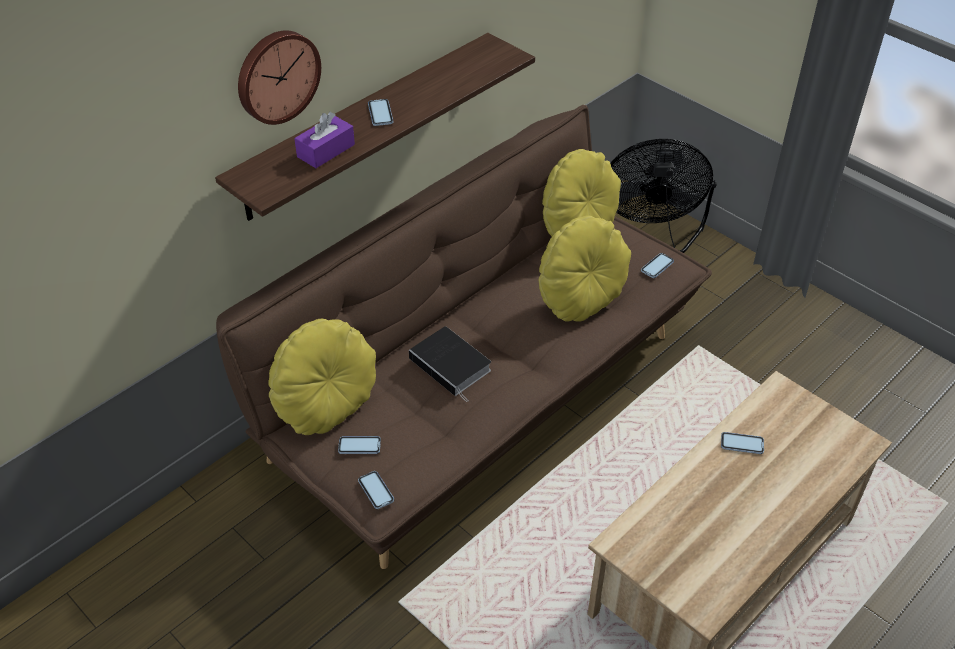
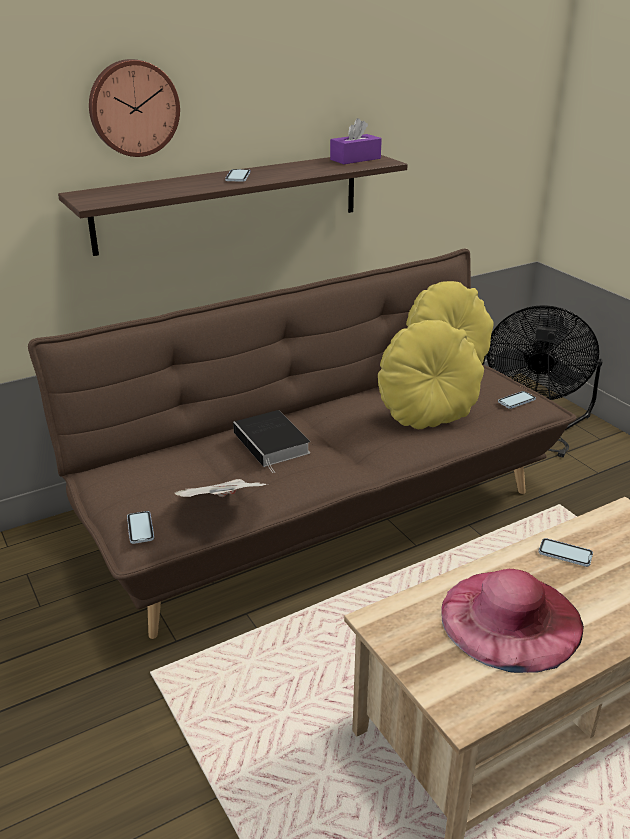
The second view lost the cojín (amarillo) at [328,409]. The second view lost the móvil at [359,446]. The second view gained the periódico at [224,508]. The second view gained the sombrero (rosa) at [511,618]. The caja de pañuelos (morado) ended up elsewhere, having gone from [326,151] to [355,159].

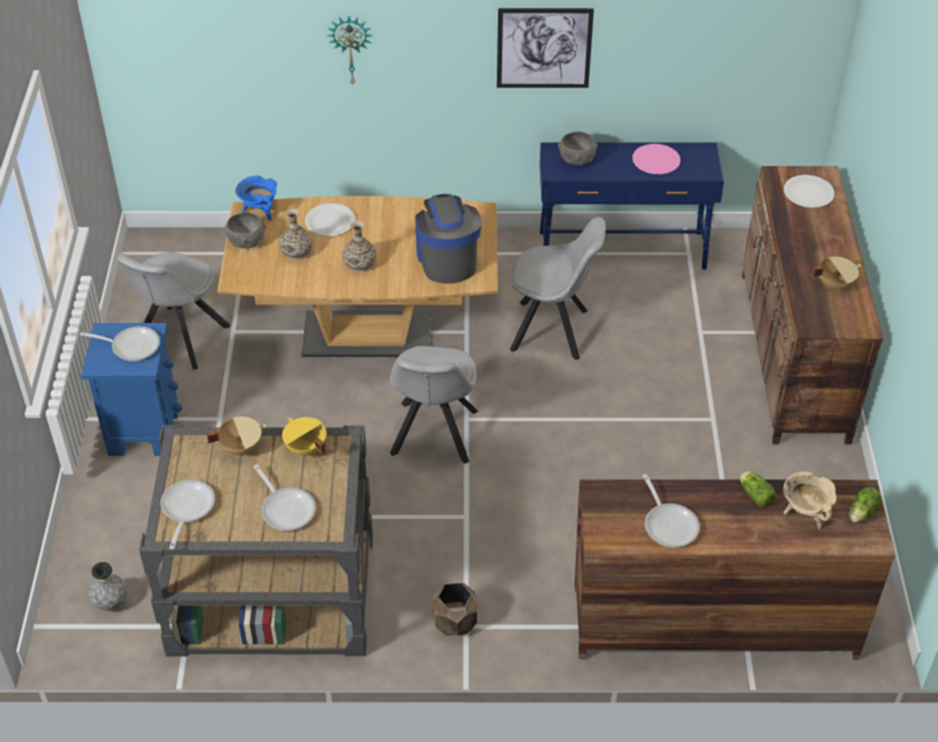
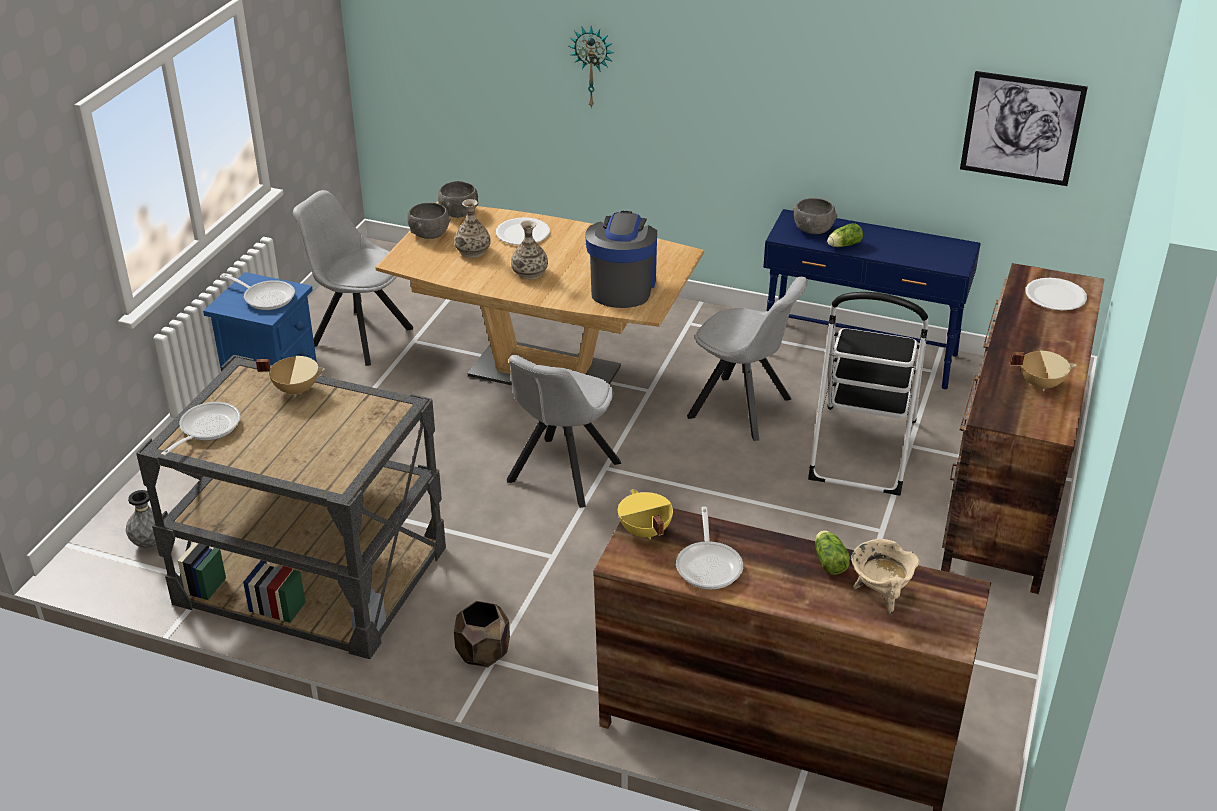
The second view lost the sartén at [286,508]. The second view lost the plato (rosa) at [656,161]. The second view gained the escalera de tijera at [861,452]. The olla (amarillo) ended up elsewhere, having gone from [305,449] to [644,531]. The cuadro ended up elsewhere, having gone from [544,48] to [1022,128]. The lechuga ended up elsewhere, having gone from [861,513] to [843,245]. Where the olla (azul) stood at [259,211], the cuenco (gris) came to stand at [459,212]. The silla (gris) at [180,339] ended up facing another way, 75 degrees clockwise from before.

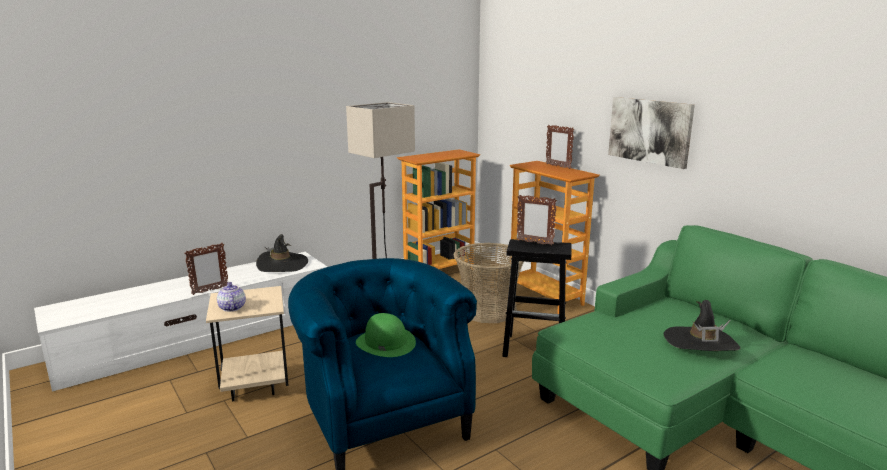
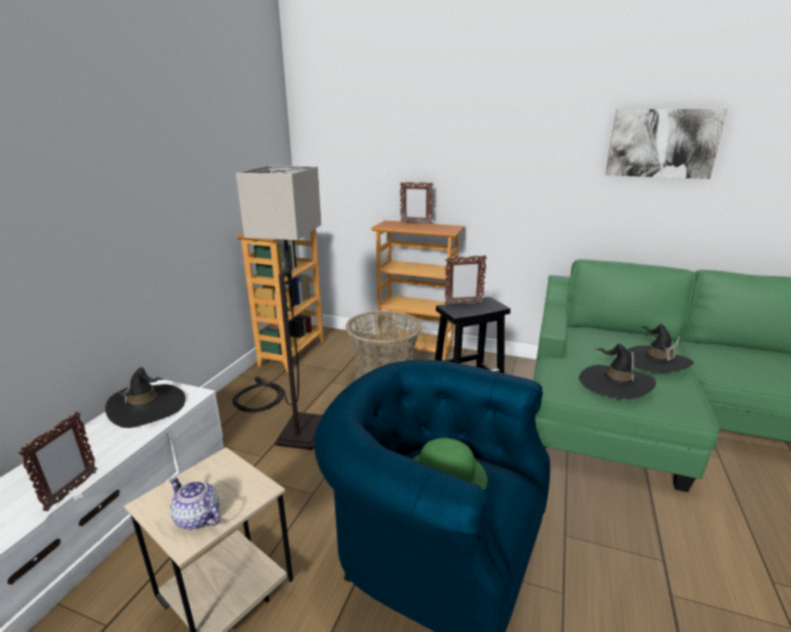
The second view gained the sombrero (negro) at [615,384]. The cuadro ended up elsewhere, having gone from [650,131] to [662,143].

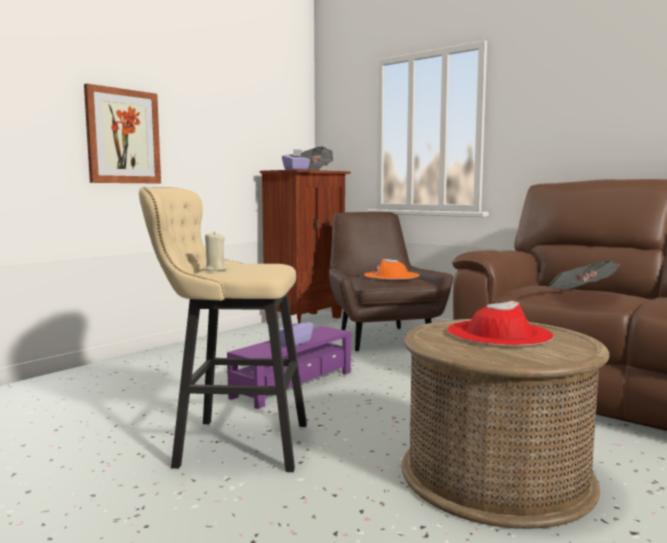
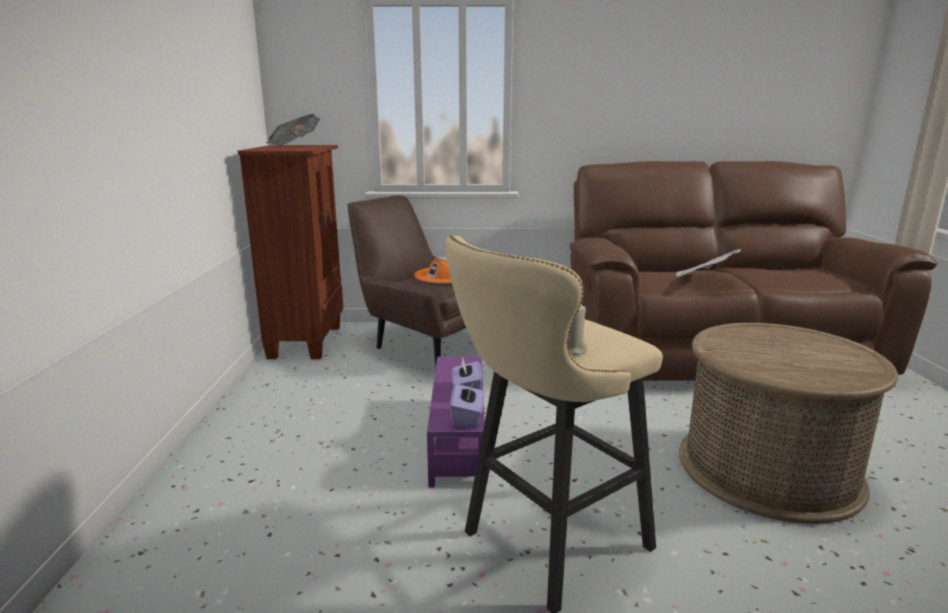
The second view lost the cuadro at [123,136]. The second view lost the sombrero (rojo) at [498,333]. The caja de pañuelos (morado) ended up elsewhere, having gone from [296,169] to [467,418].

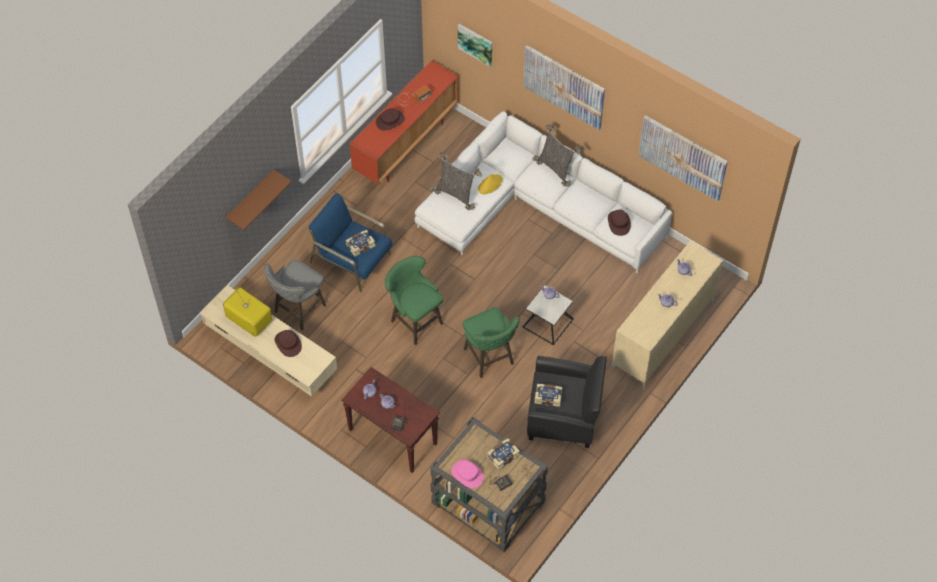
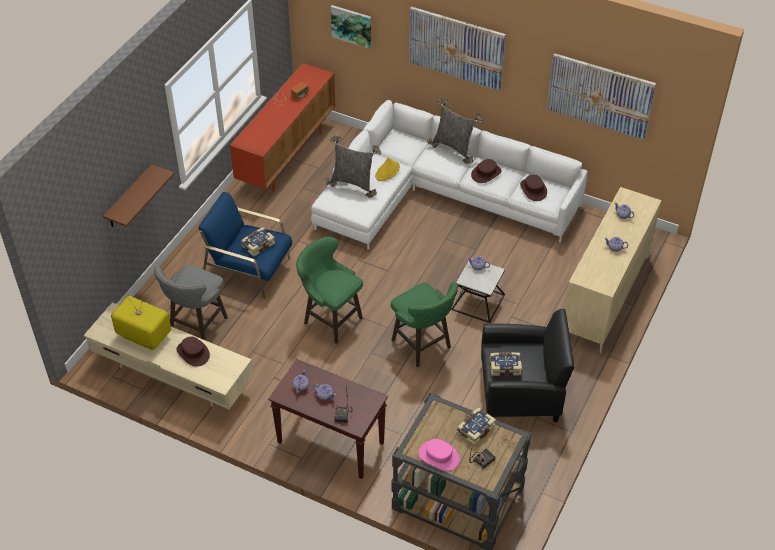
The sombrero (marrón) ended up elsewhere, having gone from [390,121] to [486,173].

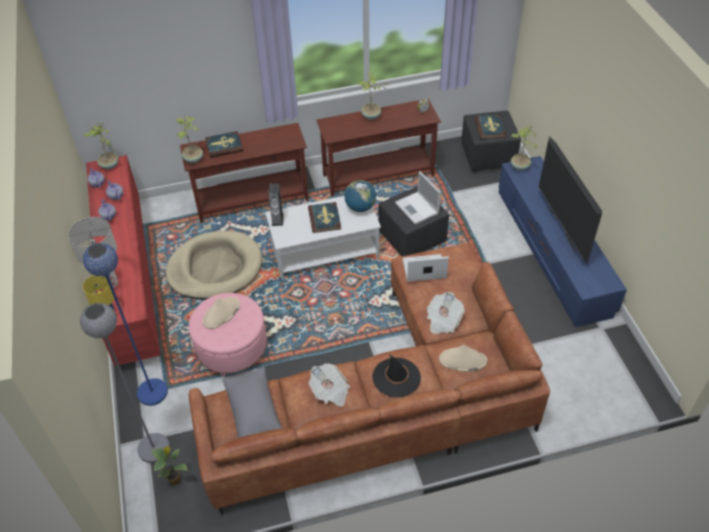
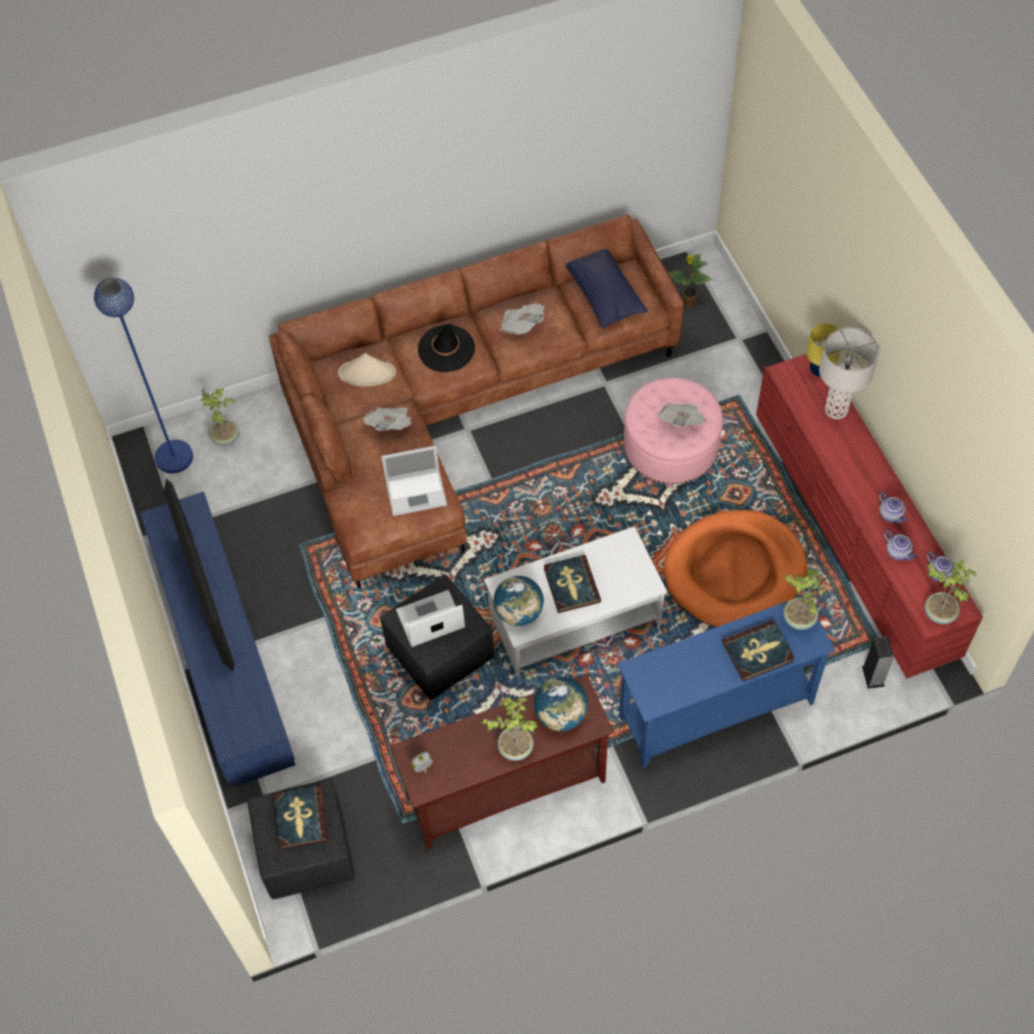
The second view lost the lámpara de pie (gris) at [153,448]. The second view gained the globo terráqueo at [561,715]. The lámpara de pie (azul) ended up elsewhere, having gone from [152,393] to [174,457]. The altavoz ended up elsewhere, having gone from [277,219] to [873,676]. The planta en maceta ended up elsewhere, having gone from [519,167] to [226,437]. Where the sombrero (beis) stood at [221,313], the periódico came to stand at [682,421]. What was the cama para perro (beis) at [215,268] turned into the cama para perro (naranja) at [734,572]. What was the mesa consola (marrón) at [252,200] turned into the mesa consola (azul) at [715,711]. What was the cojín (gris) at [254,412] turned into the cojín (azul) at [603,295]. The portátil at [417,208] ended up facing another way, 75 degrees counterclockwise from before.

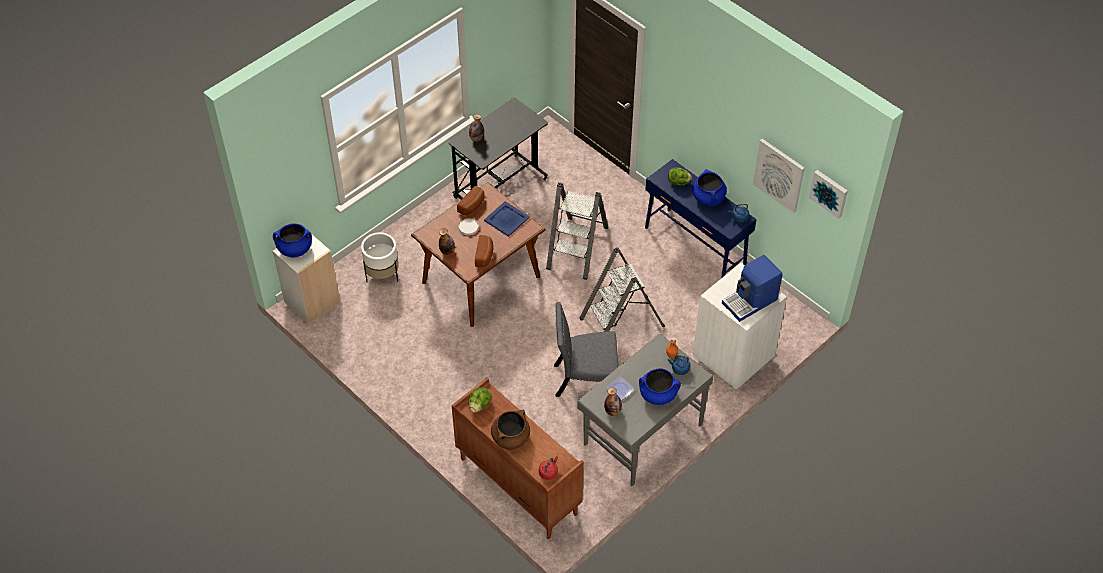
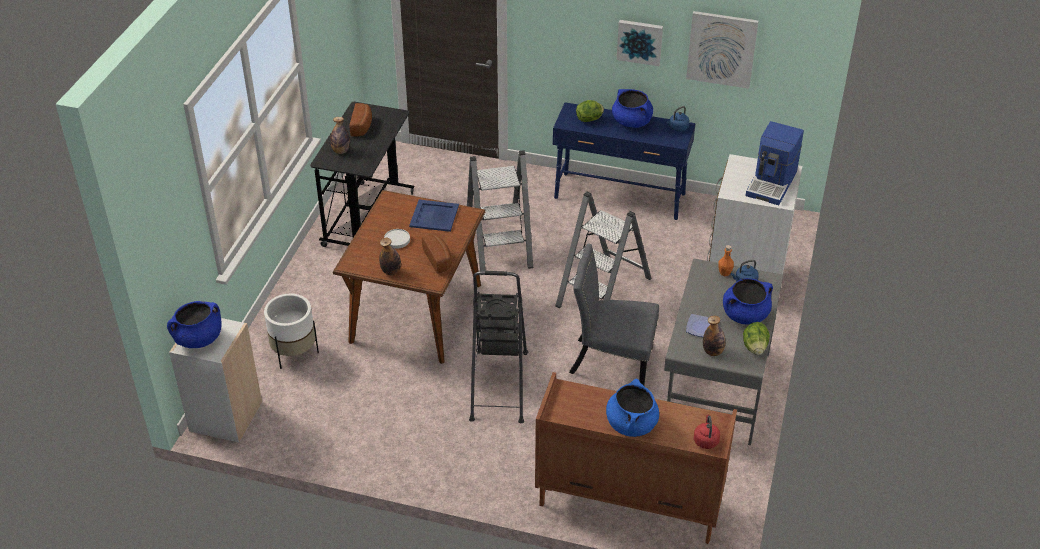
The second view gained the escalera de tijera at [499,386]. The pan ended up elsewhere, having gone from [473,206] to [362,126]. The lechuga ended up elsewhere, having gone from [479,405] to [755,347]. The cuadro ended up elsewhere, having gone from [829,193] to [640,41]. What was the olla (marrón) at [510,437] turned into the olla (azul) at [631,424]. The silla (gris) at [586,380] ended up facing another way, 45 degrees clockwise from before.

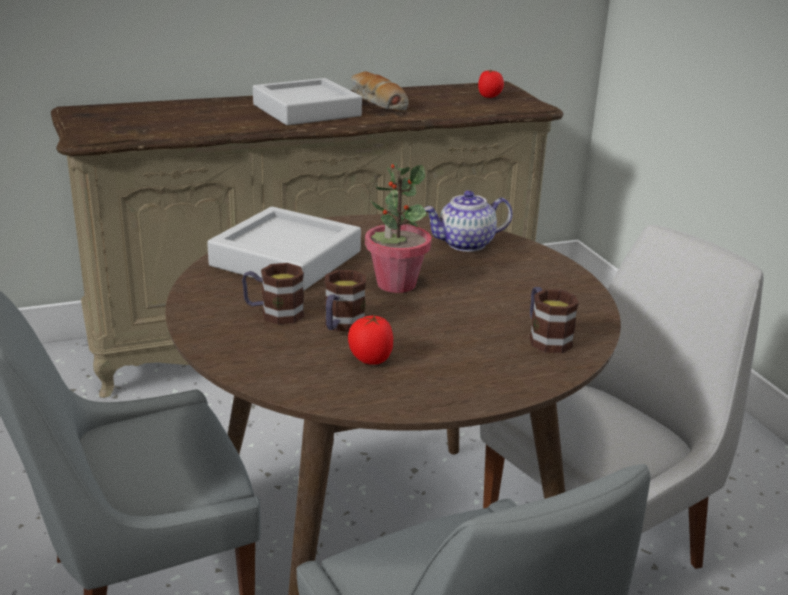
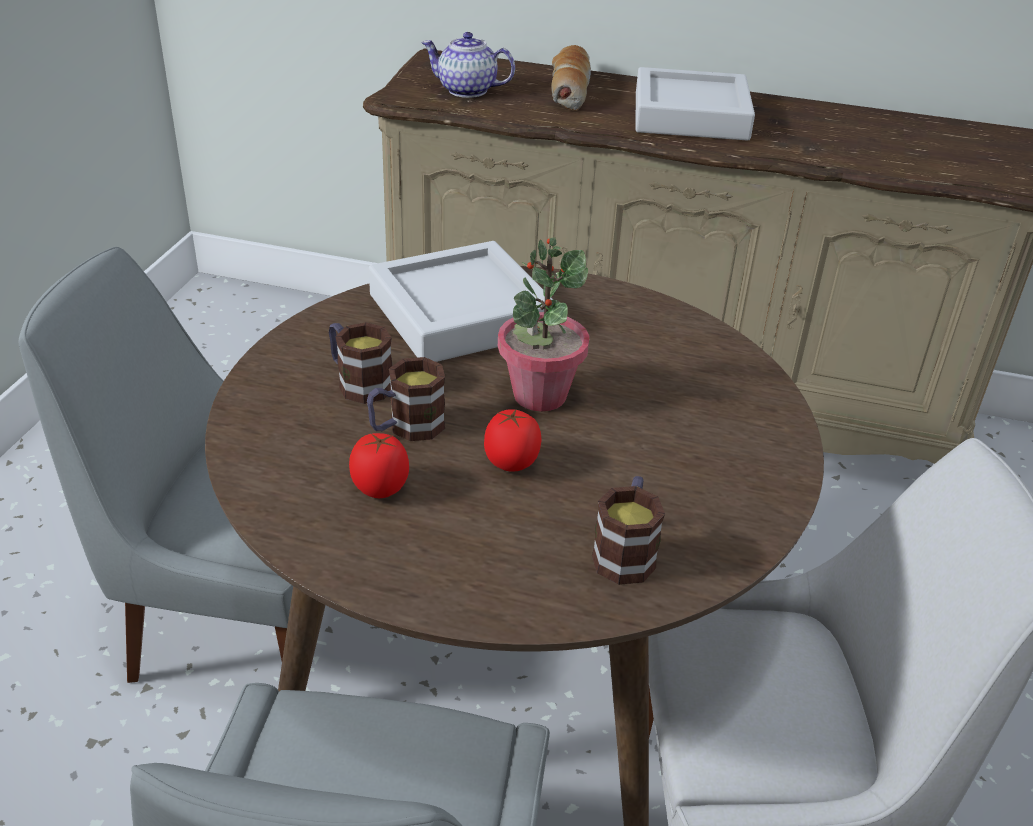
The pan ended up elsewhere, having gone from [376,101] to [569,89]. The tetera ended up elsewhere, having gone from [465,244] to [466,91]. The tomate ended up elsewhere, having gone from [489,97] to [511,464].

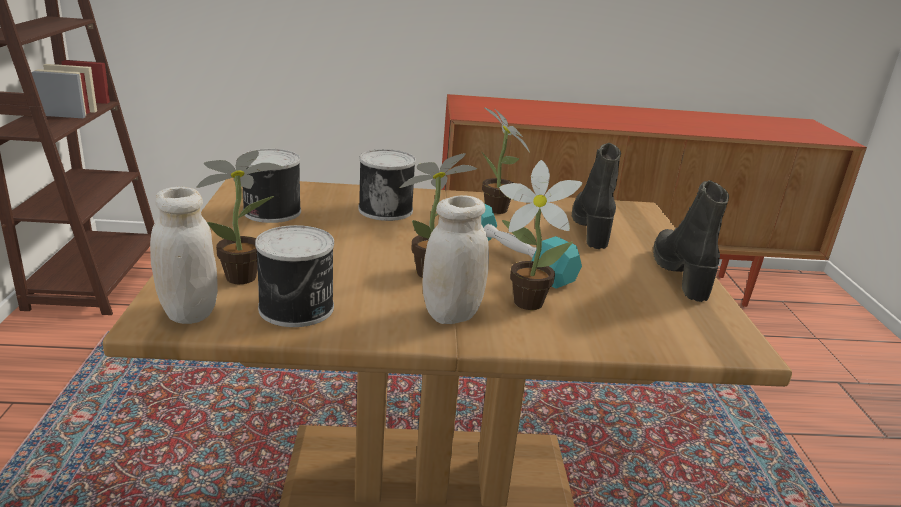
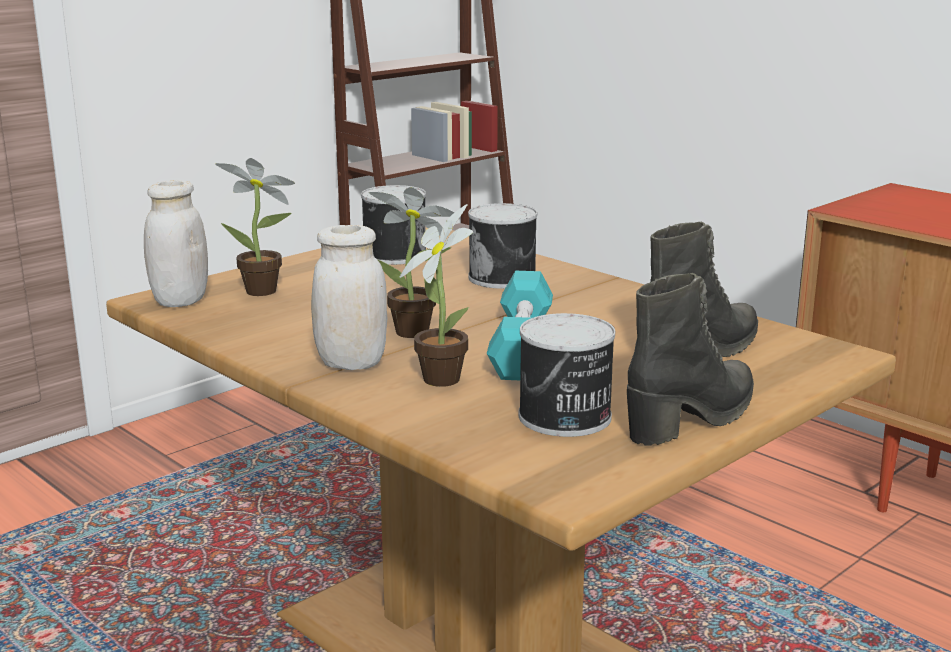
The second view lost the planta en maceta at [497,211]. The lata ended up elsewhere, having gone from [298,308] to [565,417].

